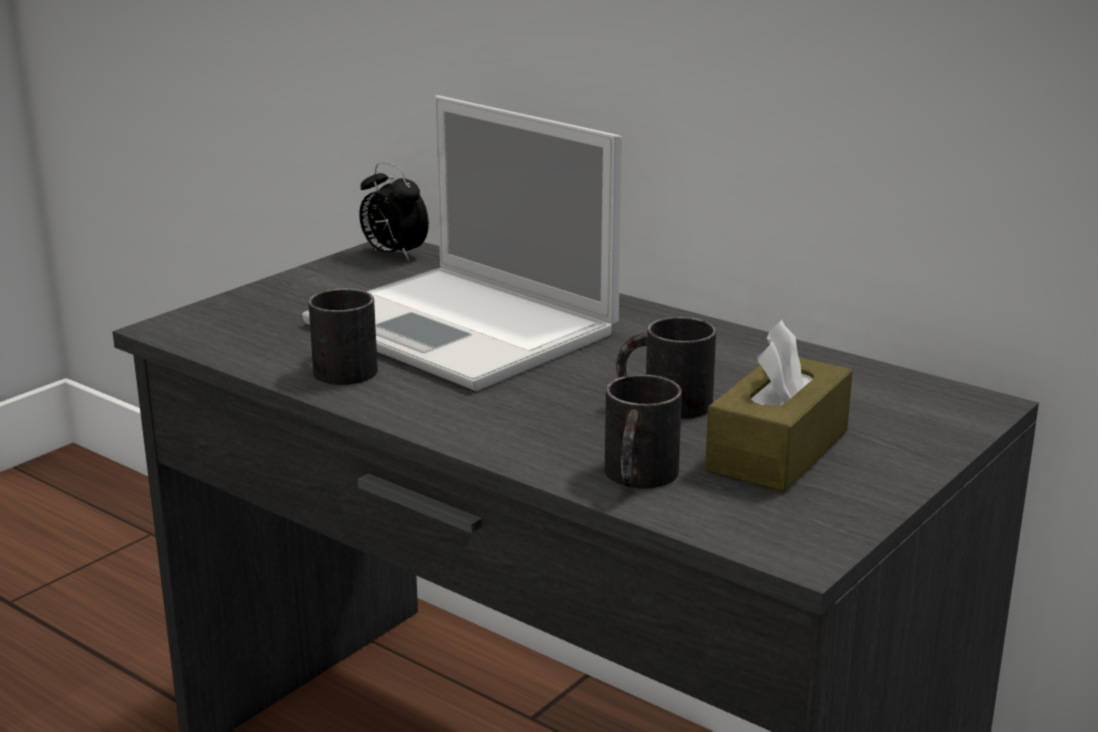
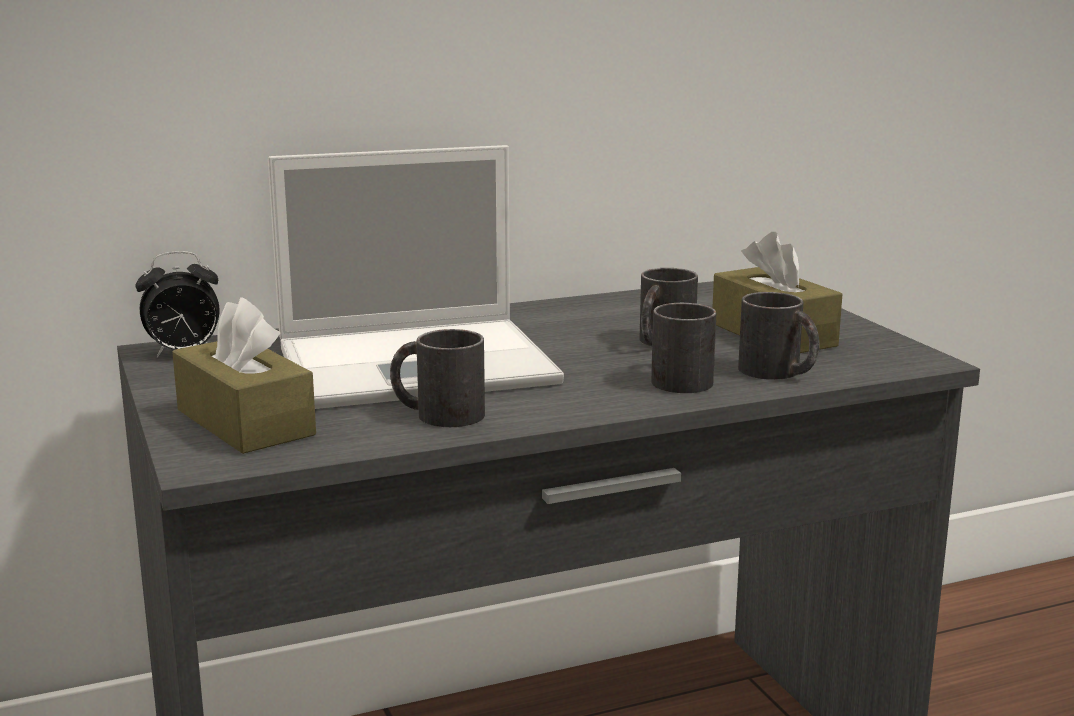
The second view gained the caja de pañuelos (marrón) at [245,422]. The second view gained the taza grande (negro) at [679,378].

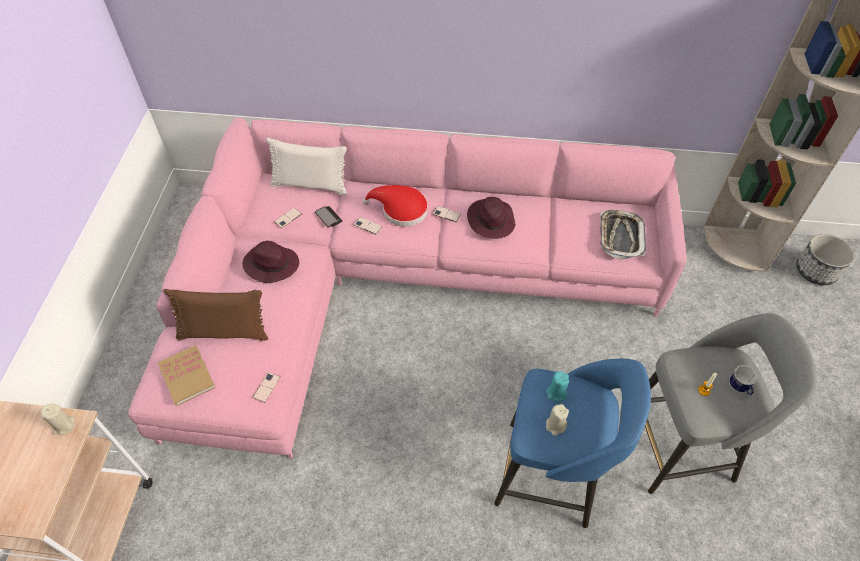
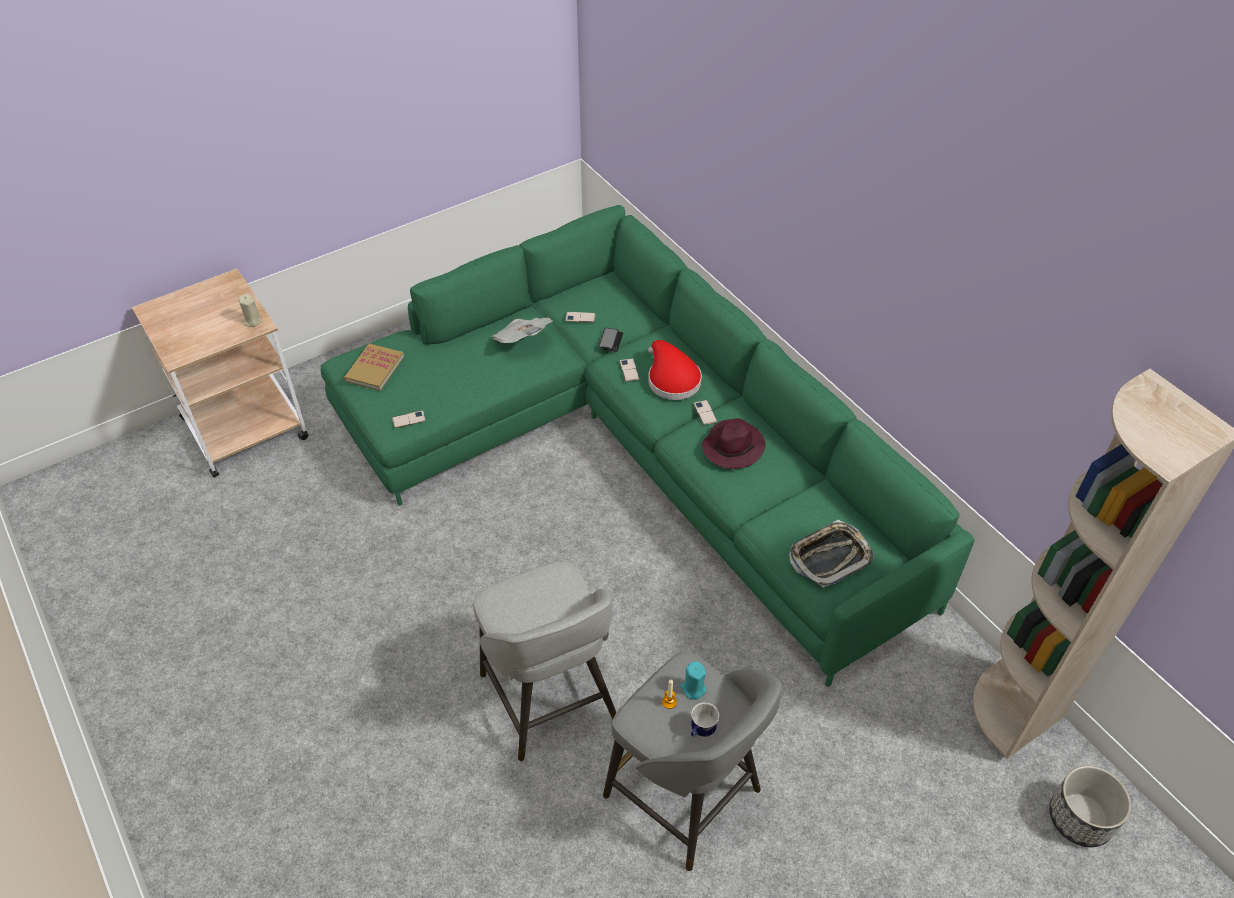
The second view lost the cojín (marrón) at [224,331]. The second view lost the cojín (blanco) at [310,184]. The second view lost the vela (beis) at [555,425]. The vela (turquesa) ended up elsewhere, having gone from [556,393] to [693,688]. Where the sombrero (morado) stood at [270,265], the periódico came to stand at [522,341]. What was the sofá (rosa) at [388,284] turned into the sofá (verde) at [631,450]. What was the taburete (azul) at [551,474] turned into the taburete (gris) at [550,700].

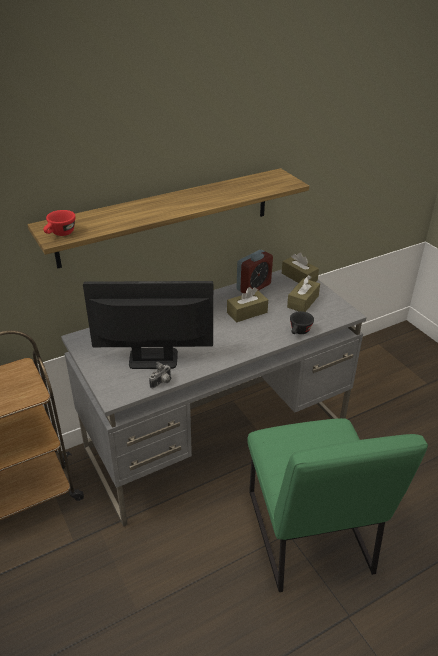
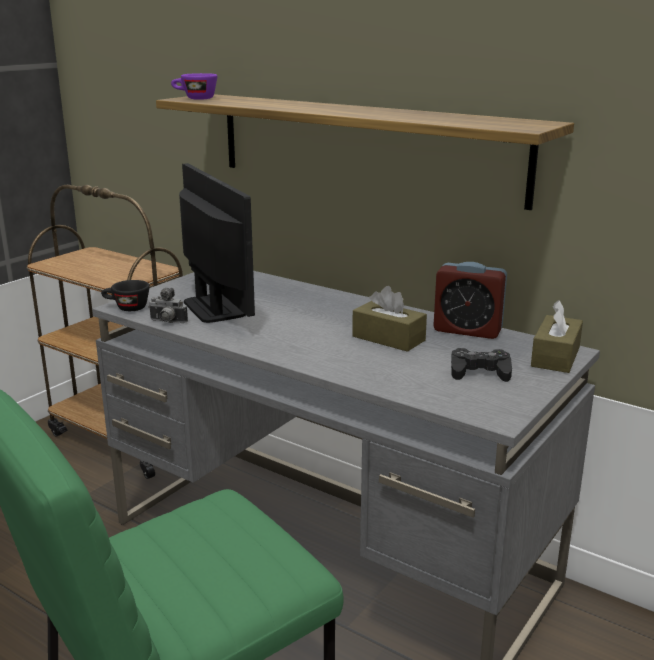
The taza (negro) ended up elsewhere, having gone from [299,332] to [126,308]. Where the caja de pañuelos (marrón) stood at [303,301], the mando de consola (negro) came to stand at [479,372]. What was the taza (rojo) at [60,234] turned into the taza (morado) at [195,98].

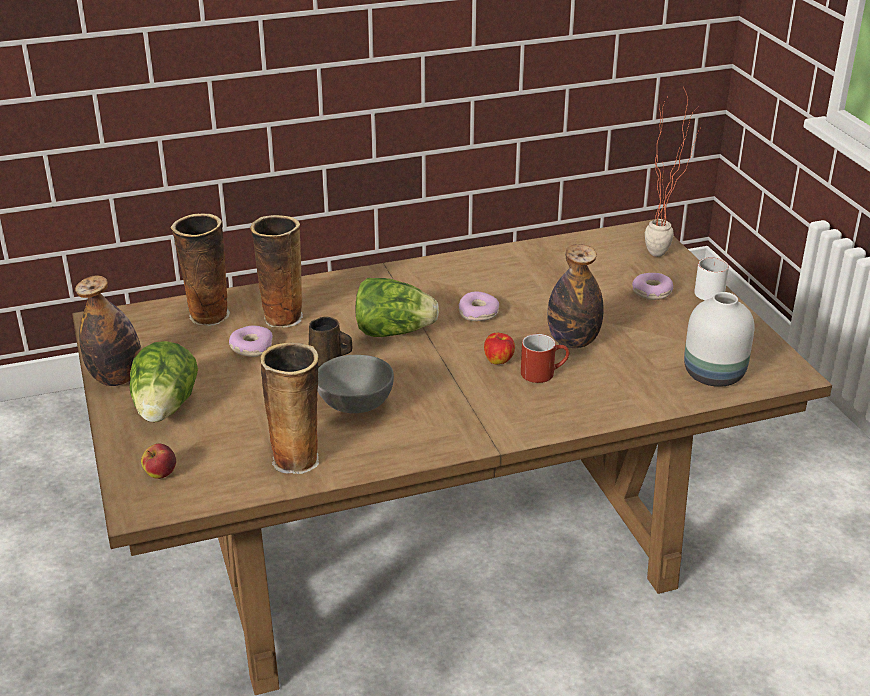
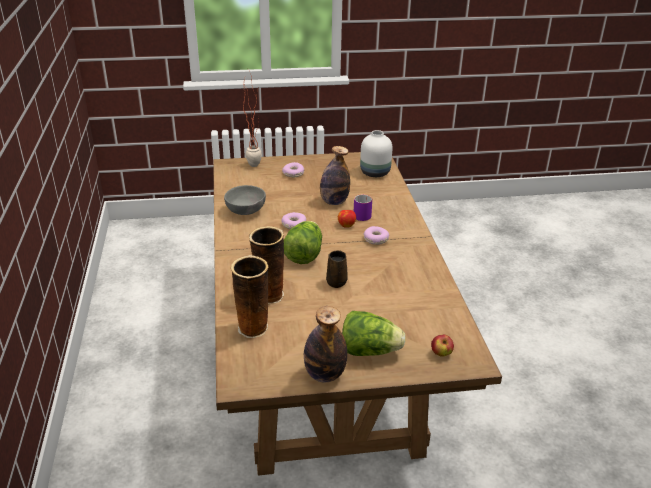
The second view lost the florero at [297,458]. The second view lost the taza grande (blanco) at [706,290]. The rosquilla ended up elsewhere, having gone from [251,347] to [376,239]. The cuenco (gris) ended up elsewhere, having gone from [353,405] to [246,212]. What was the taza grande (rojo) at [543,372] turned into the taza grande (morado) at [361,214].

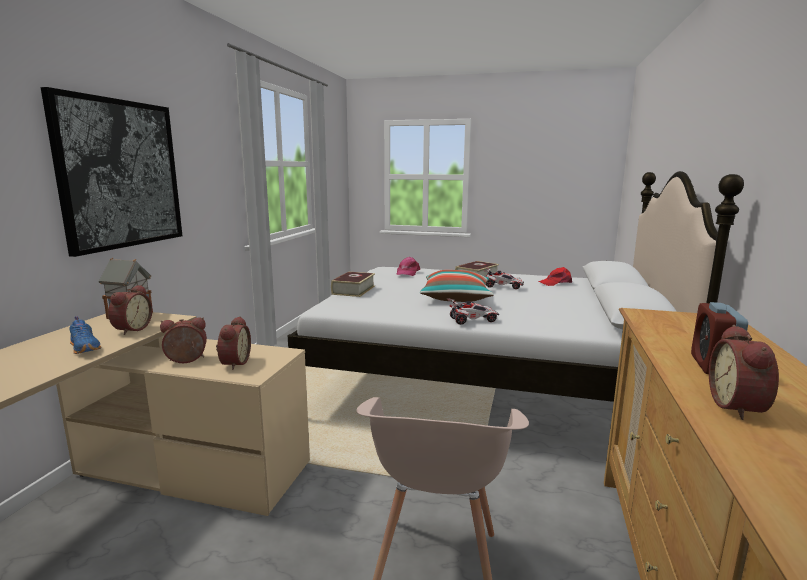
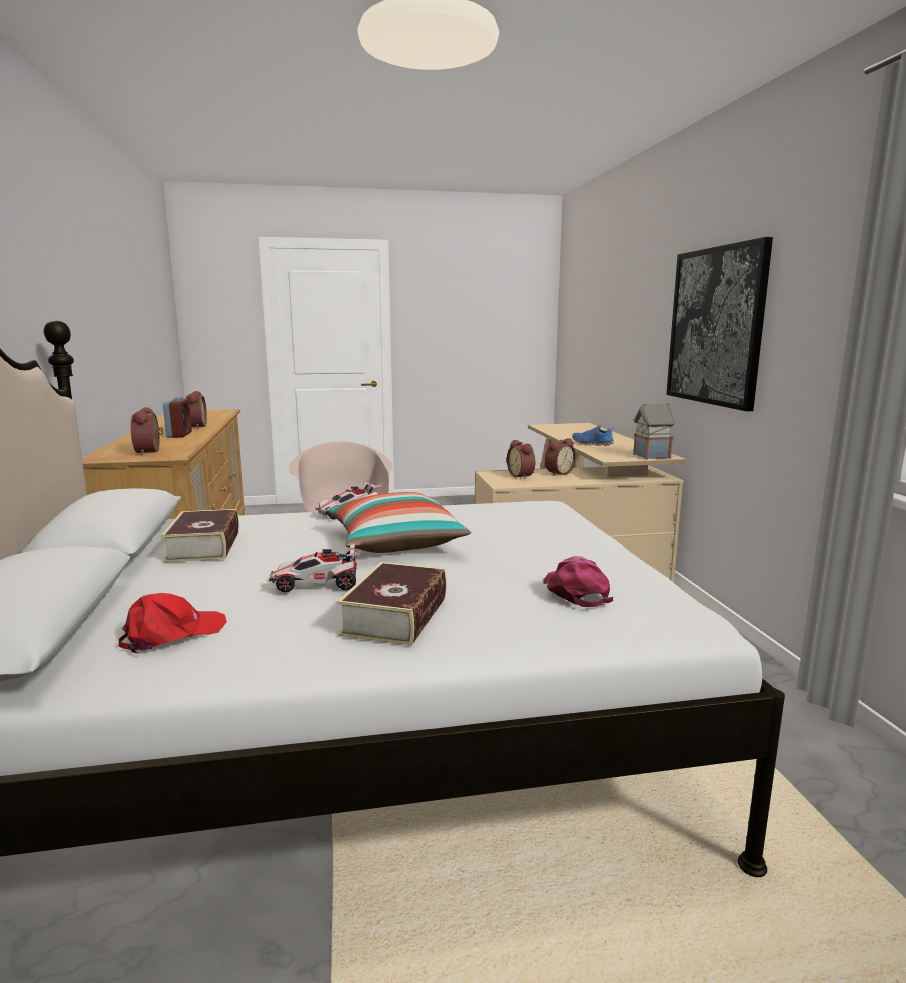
The despertador ended up elsewhere, having gone from [131,329] to [150,452]. The libro ended up elsewhere, having gone from [353,290] to [204,546].

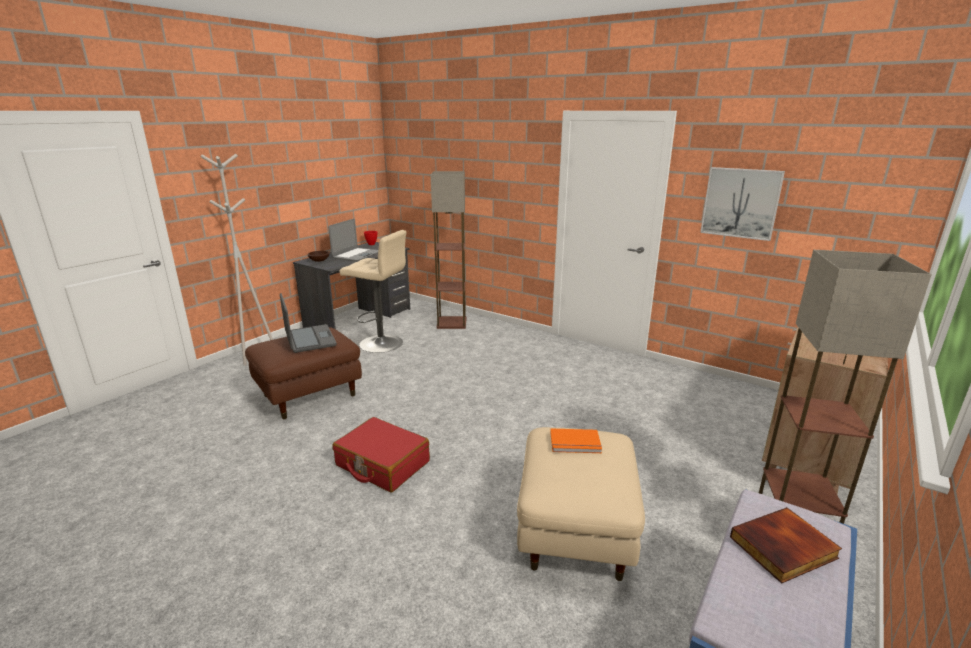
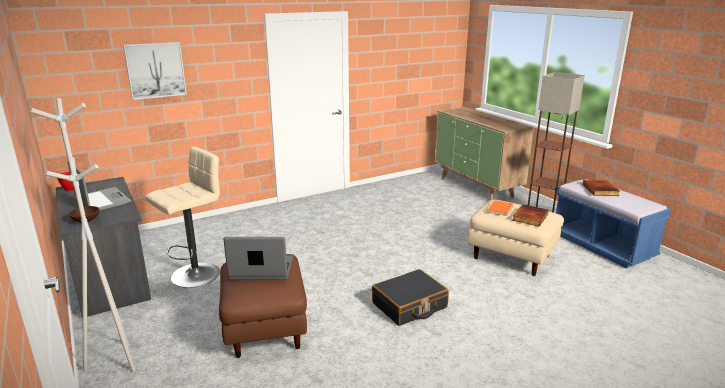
The second view lost the lámpara de pie at [452,323]. The second view gained the libro at [529,217]. The cuadro ended up elsewhere, having gone from [740,203] to [155,70]. What was the maleta (rojo) at [382,464] turned into the maleta (negro) at [409,306].

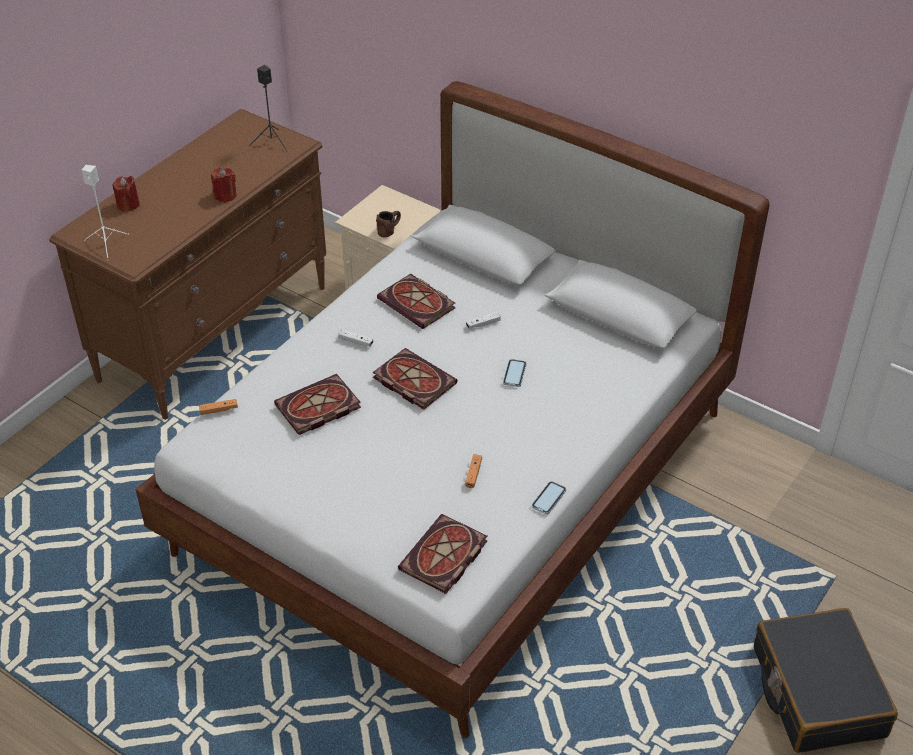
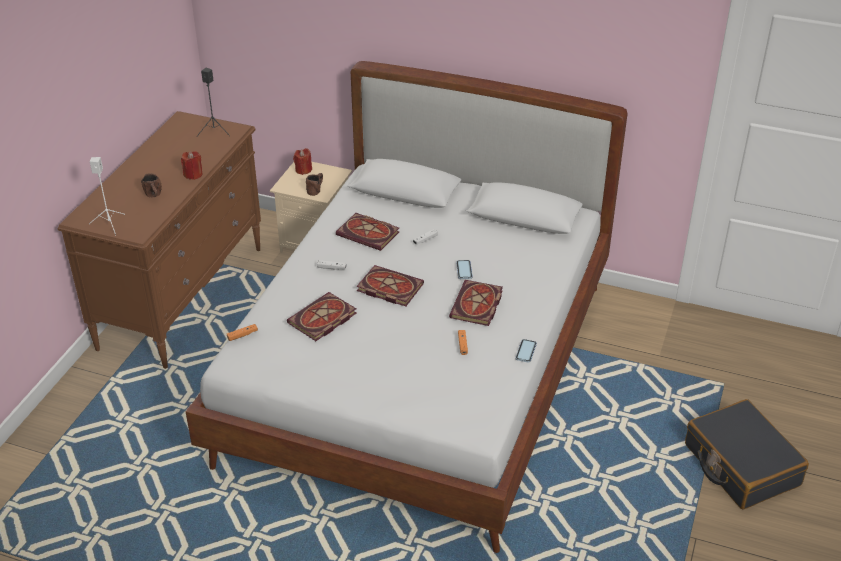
The second view gained the taza grande (marrón) at [154,196]. The vela (rojo) ended up elsewhere, having gone from [128,205] to [303,170]. The libro ended up elsewhere, having gone from [443,558] to [477,306].

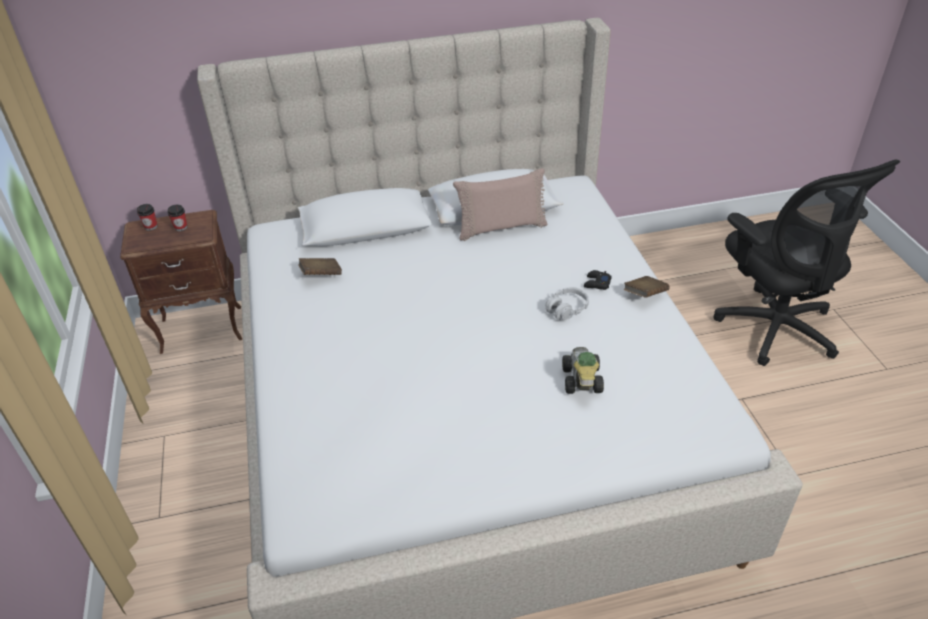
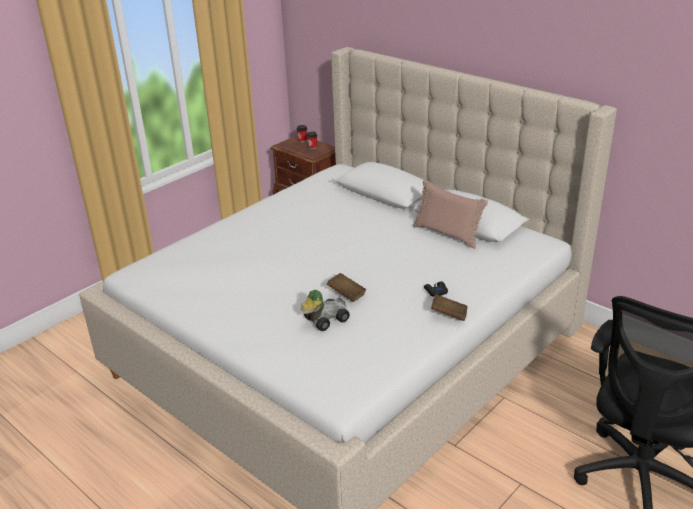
The second view lost the auriculares (gris) at [566,309]. The libro (marrón) ended up elsewhere, having gone from [321,275] to [346,295].

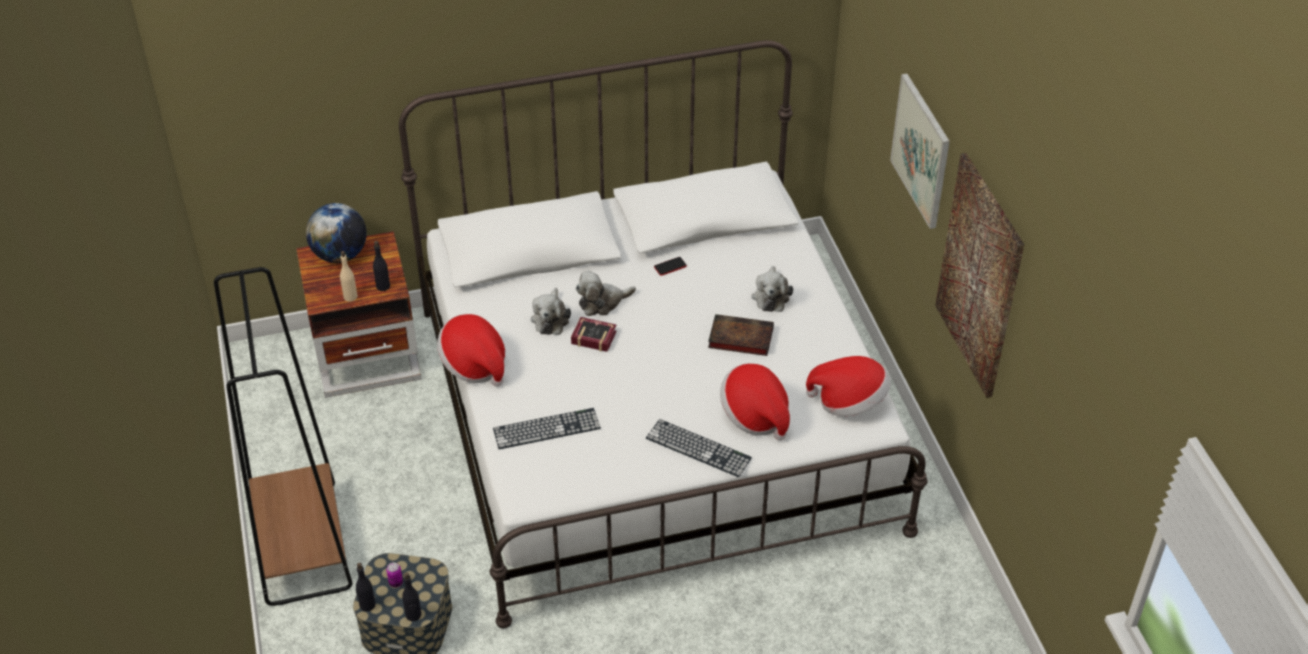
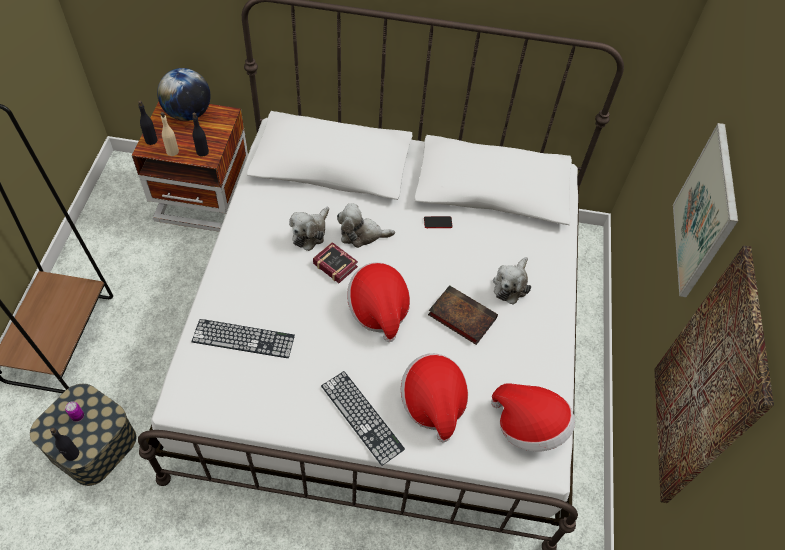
The botella (negro) ended up elsewhere, having gone from [367,605] to [151,140]. The sombrero ended up elsewhere, having gone from [474,364] to [378,310].

